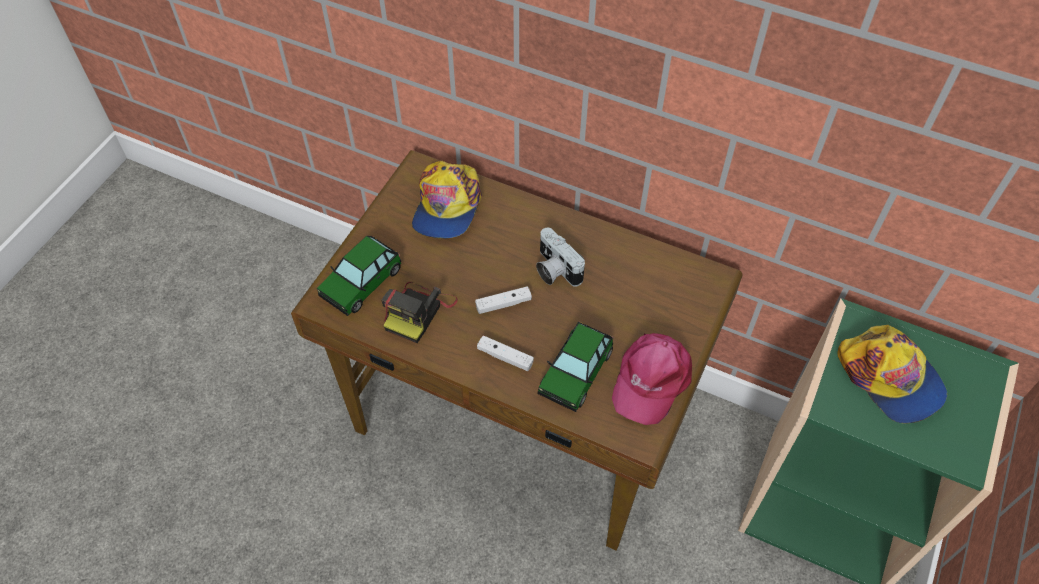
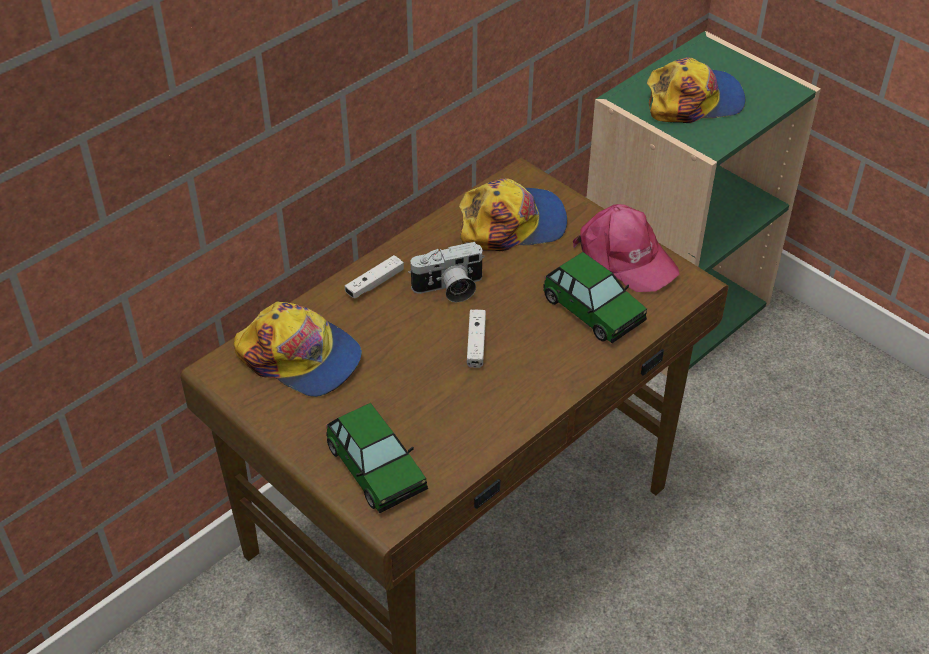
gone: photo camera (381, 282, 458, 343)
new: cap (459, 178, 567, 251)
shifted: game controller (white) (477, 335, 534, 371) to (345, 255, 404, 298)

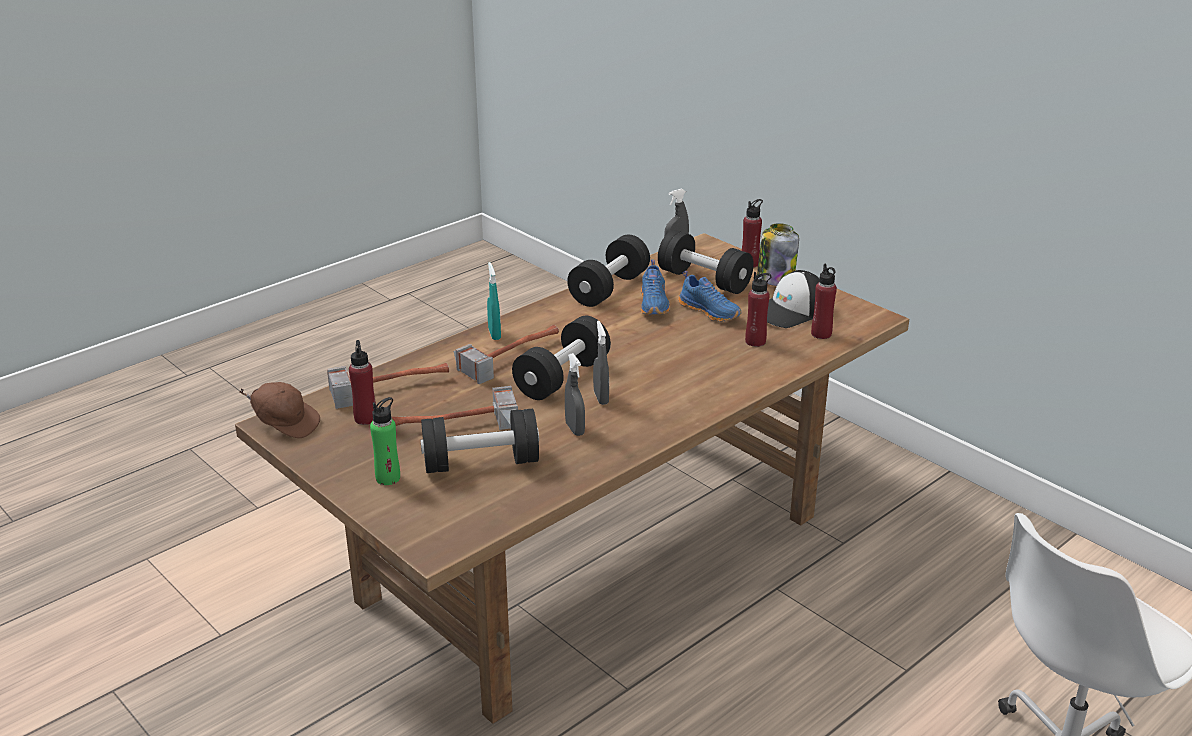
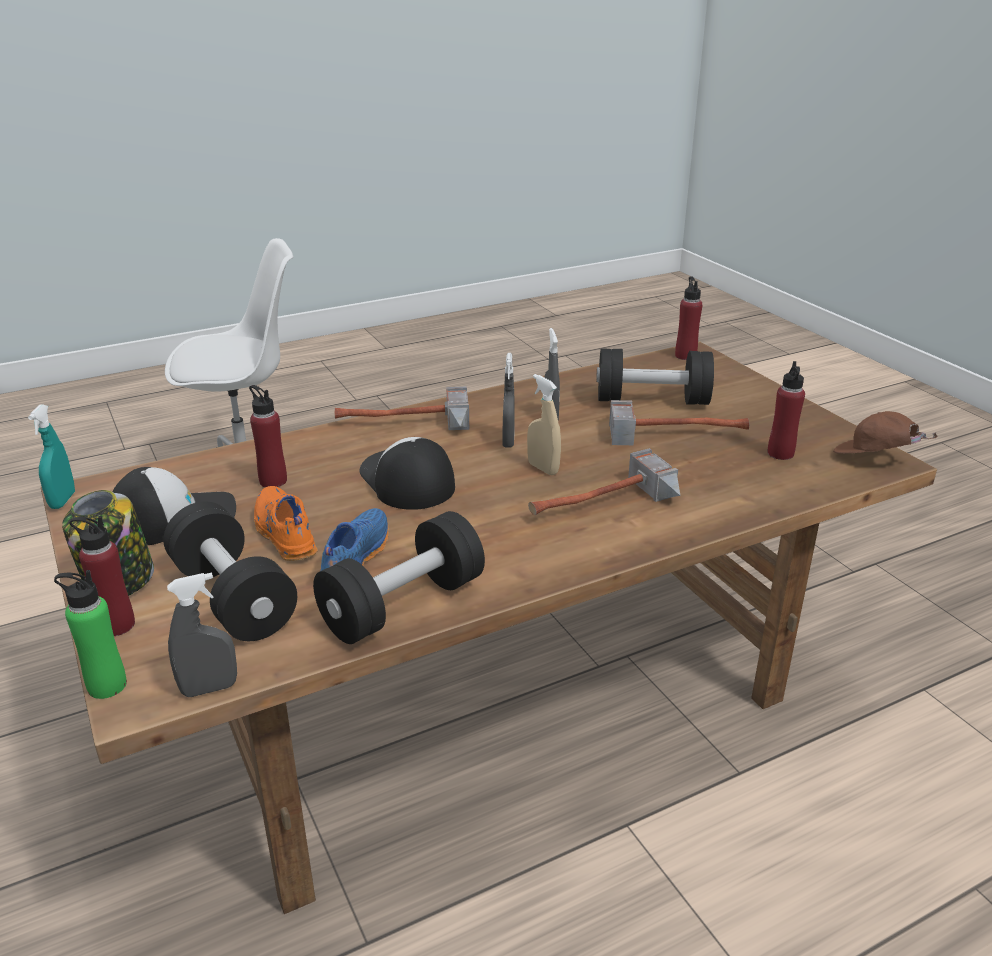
new: cap (359, 437, 455, 510)
shifted: hammer (327, 363, 449, 409) to (334, 386, 469, 430); bottle (green) (370, 397, 400, 485) to (54, 570, 127, 699); spray bottle (turquoise) (487, 262, 501, 340) to (28, 404, 75, 509); bottle (red) (811, 263, 837, 339) to (675, 276, 703, 360)
swapped: dumbbell (black) (512, 316, 611, 400) to spray bottle (beige) (527, 374, 561, 475)
repainted: shoe (blue) (678, 271, 742, 322) to shoe (orange) (254, 486, 317, 561)

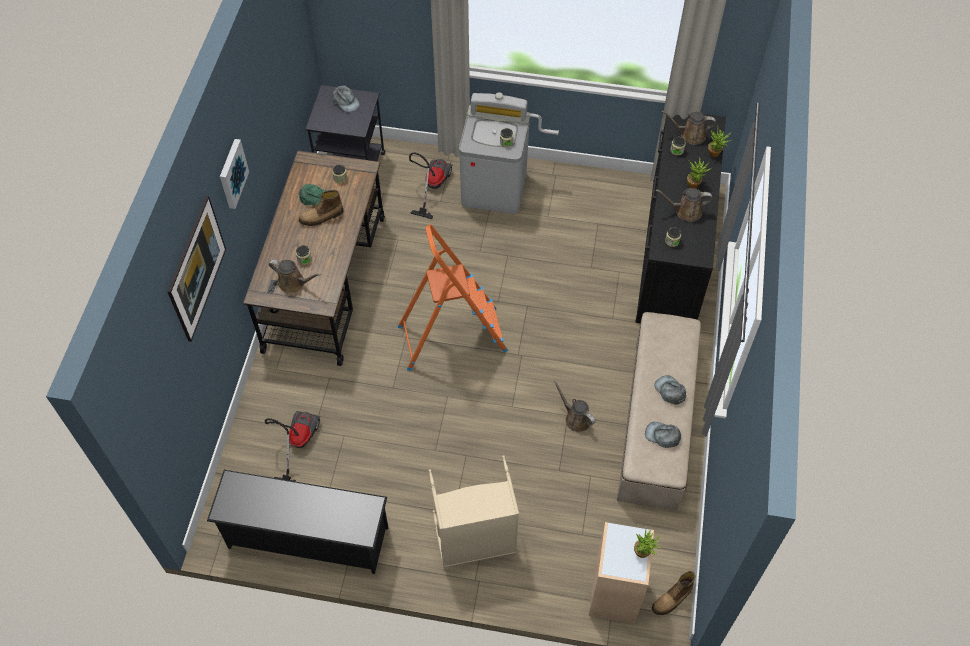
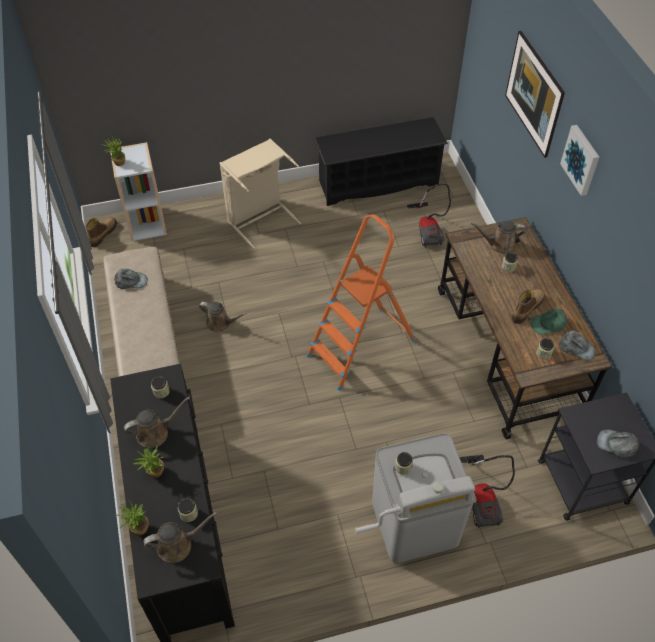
shifted: cap (grey) (654, 375, 686, 405) to (559, 330, 596, 361)

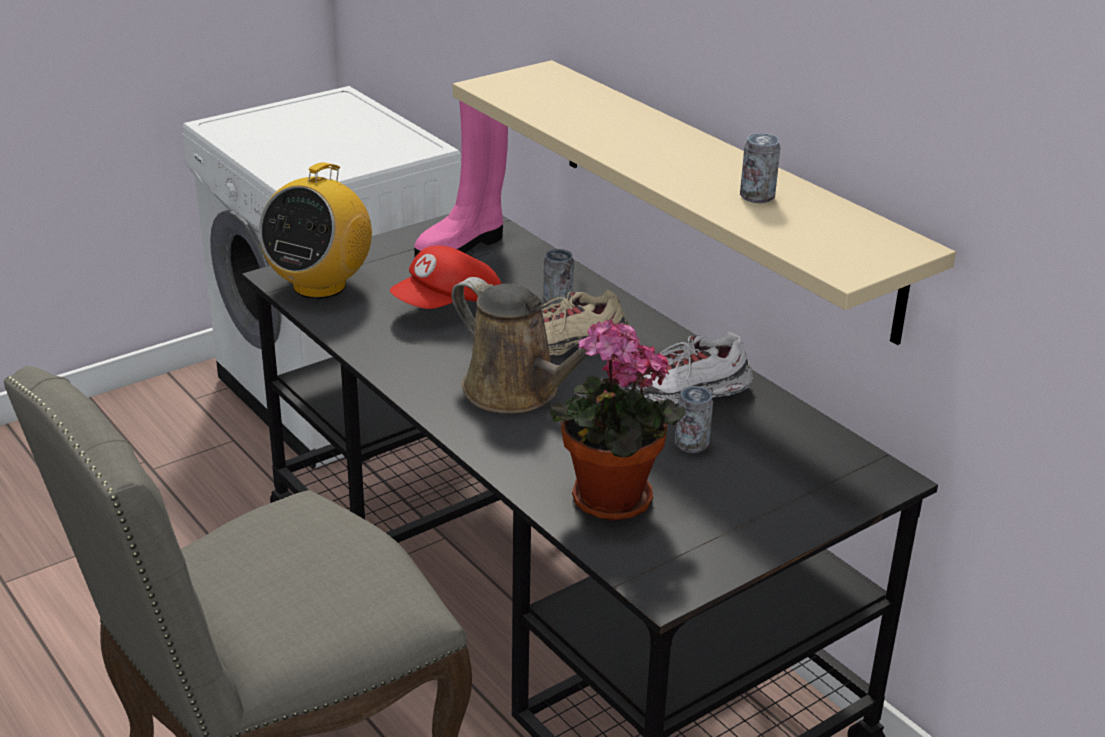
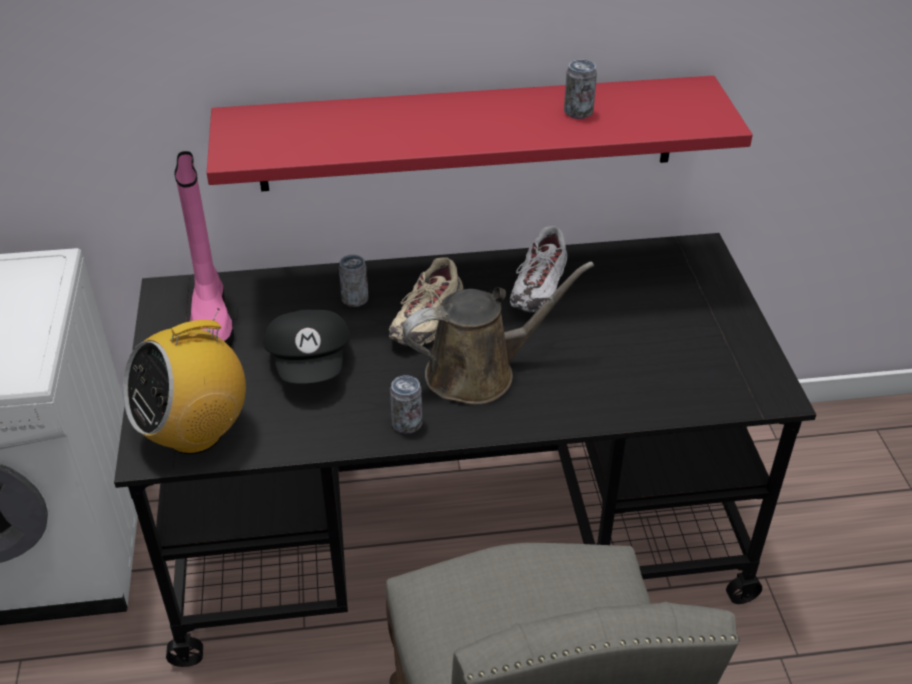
gone: potted plant (549, 319, 686, 521)
shifted: can (675, 386, 713, 453) to (390, 375, 422, 433)
repainted: cap (red) (390, 246, 502, 309) to cap (black) (264, 309, 350, 384); shelf (beige) (453, 60, 956, 345) to shelf (red) (207, 76, 753, 191)
rotated: radio (259, 162, 372, 299) = (123, 308, 246, 454) 90 degrees clockwise

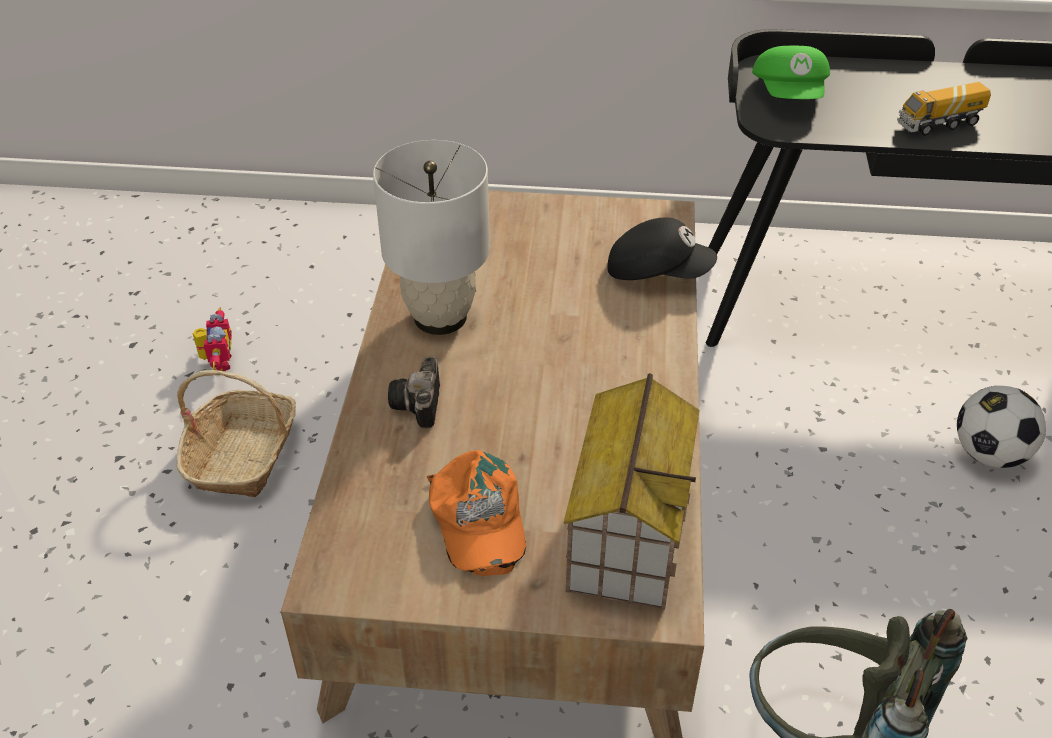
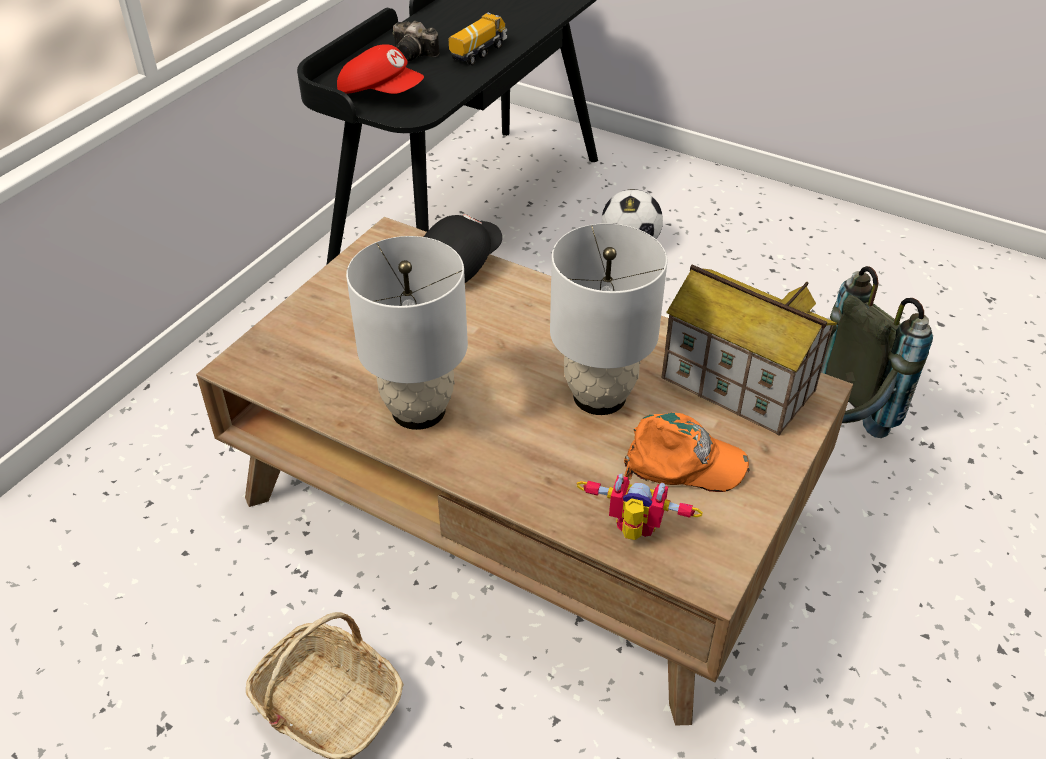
new: table lamp (white) (550, 223, 667, 415)
shifted: toy robot (193, 308, 232, 371) to (577, 473, 703, 540); photo camera (388, 357, 440, 428) to (392, 21, 440, 61)
repainted: cap (green) (752, 46, 830, 99) to cap (red) (337, 44, 424, 94)
rotated: toy truck (897, 82, 991, 136) = (449, 13, 507, 65) 150 degrees counterclockwise

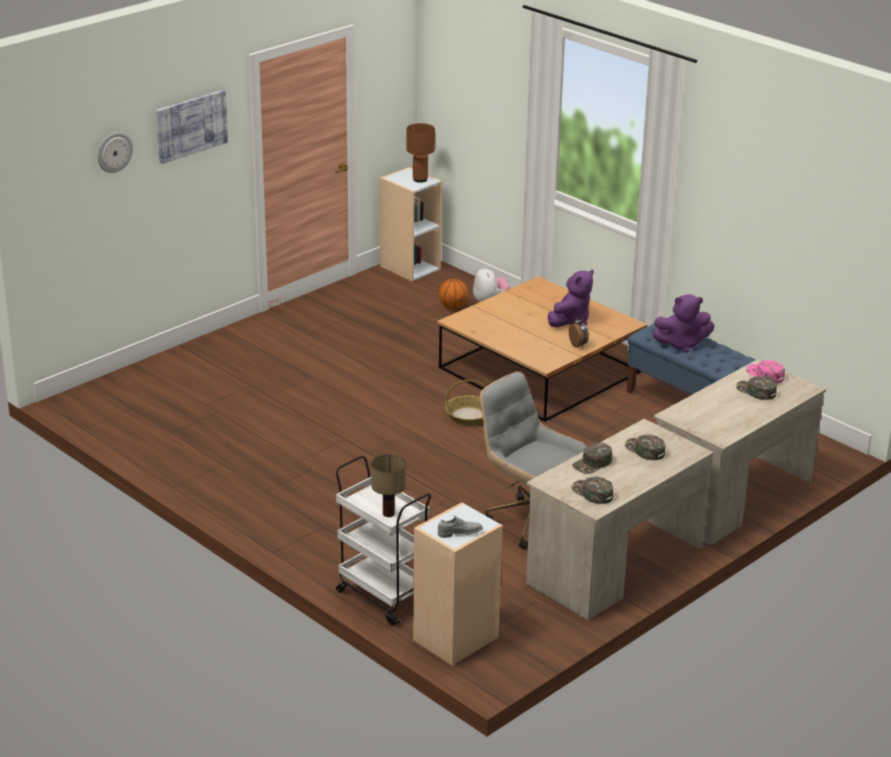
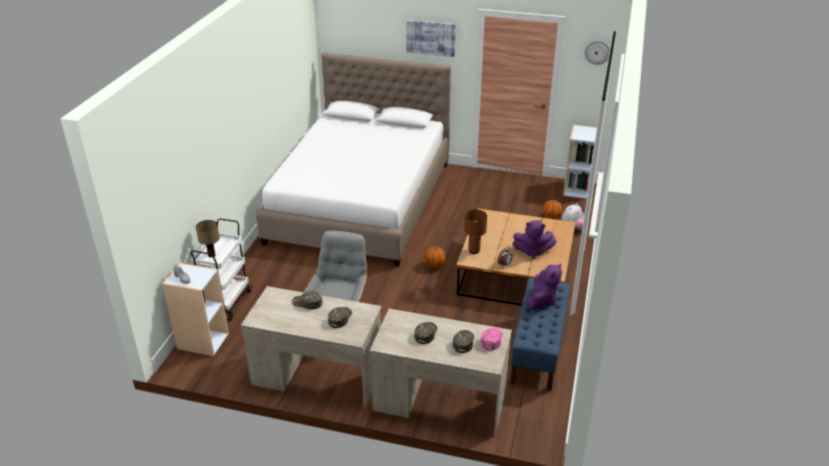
new: bed (white) (256, 52, 451, 267)
shifted: wall clock (97, 132, 133, 173) to (584, 40, 610, 65); table lamp (brown) (406, 123, 435, 183) to (464, 209, 487, 254); cap (green) (572, 477, 613, 504) to (414, 322, 437, 344)
swapped: basket (445, 380, 486, 425) to basketball (424, 246, 446, 268)
rotated: plush toy (purple) (652, 294, 715, 353) = (525, 263, 562, 310) 120 degrees counterclockwise

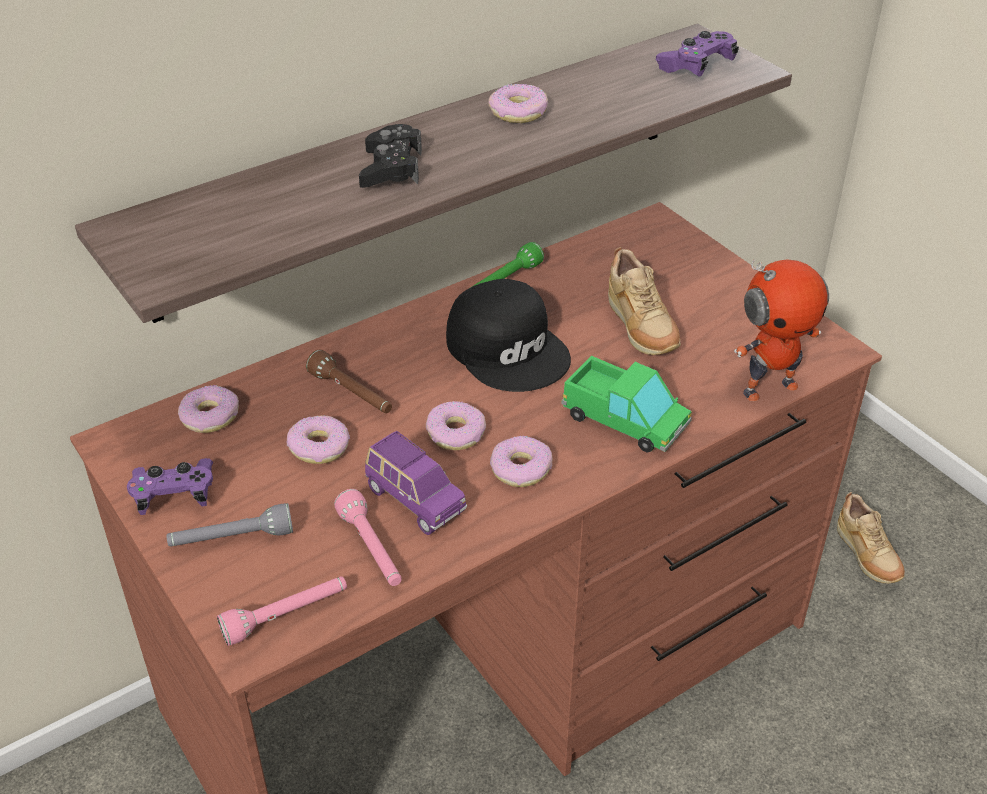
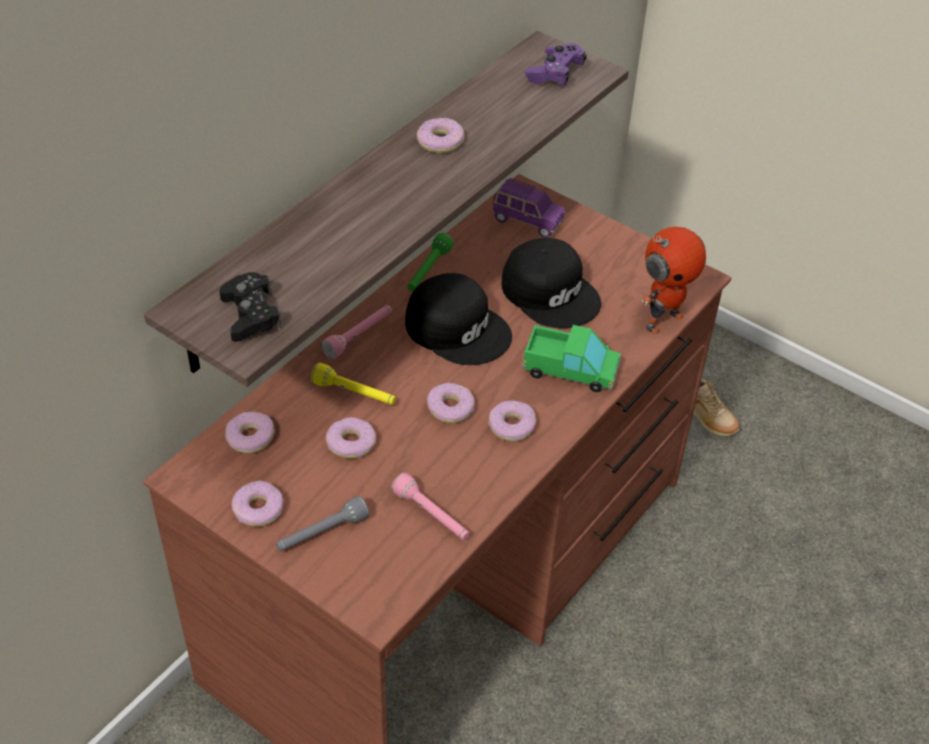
shifted: flashlight (pink) (217, 577, 347, 646) to (321, 305, 392, 359); game controller (black) (359, 124, 422, 188) to (219, 272, 282, 342); toy car (purple) (365, 431, 467, 535) to (493, 178, 565, 238)
swapped: game controller (purple) (127, 458, 213, 515) to donut (231, 480, 284, 527); shoe (beige) (608, 247, 681, 355) to cap (black) (502, 238, 601, 328)
repainted: flashlight (brown) (306, 349, 392, 413) to flashlight (yellow) (311, 363, 396, 405)

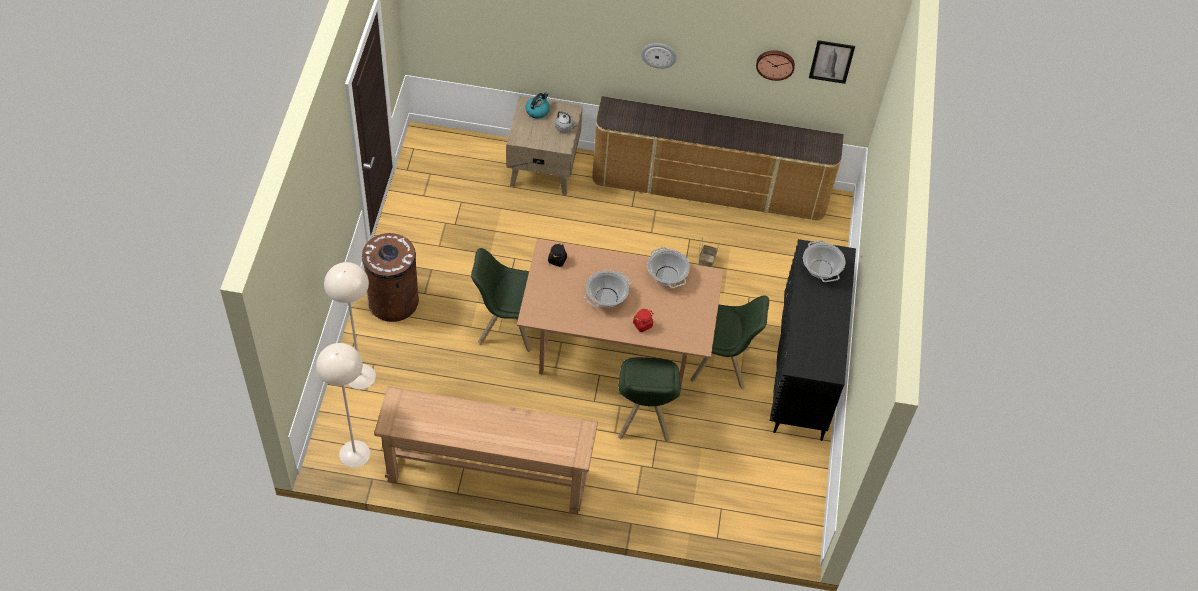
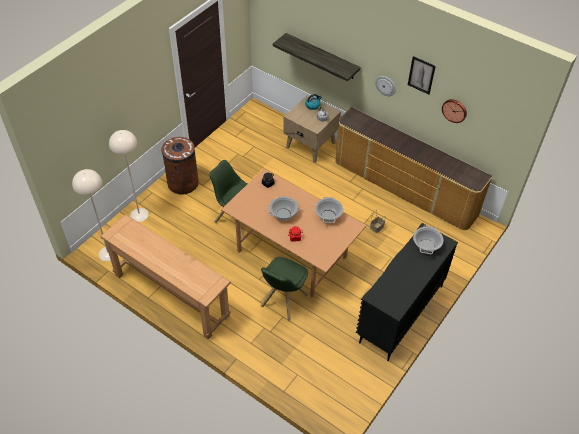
gone: chair (green) (690, 295, 769, 389)
new: shelf (273, 33, 360, 82)
shifted: picture (809, 40, 855, 84) to (408, 56, 436, 95)

